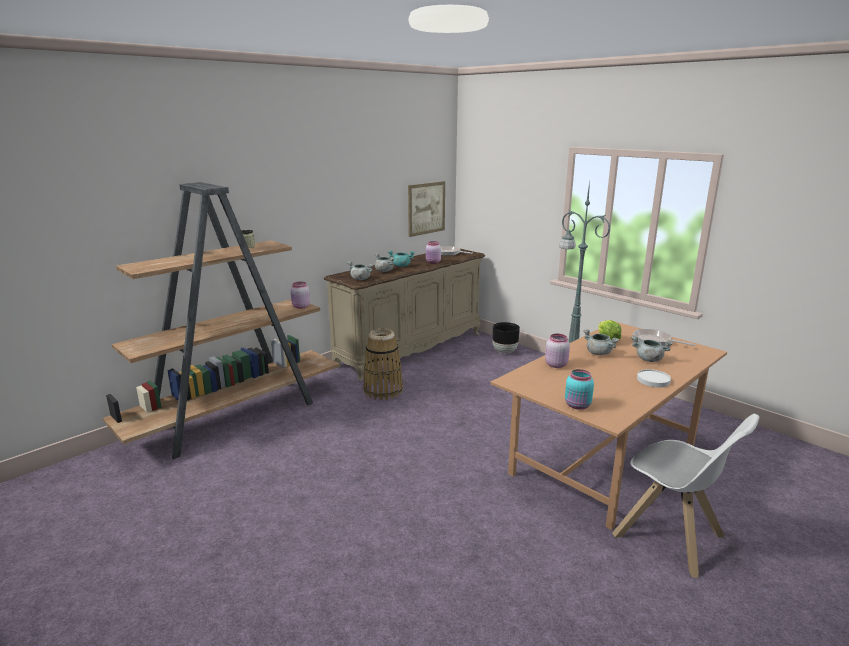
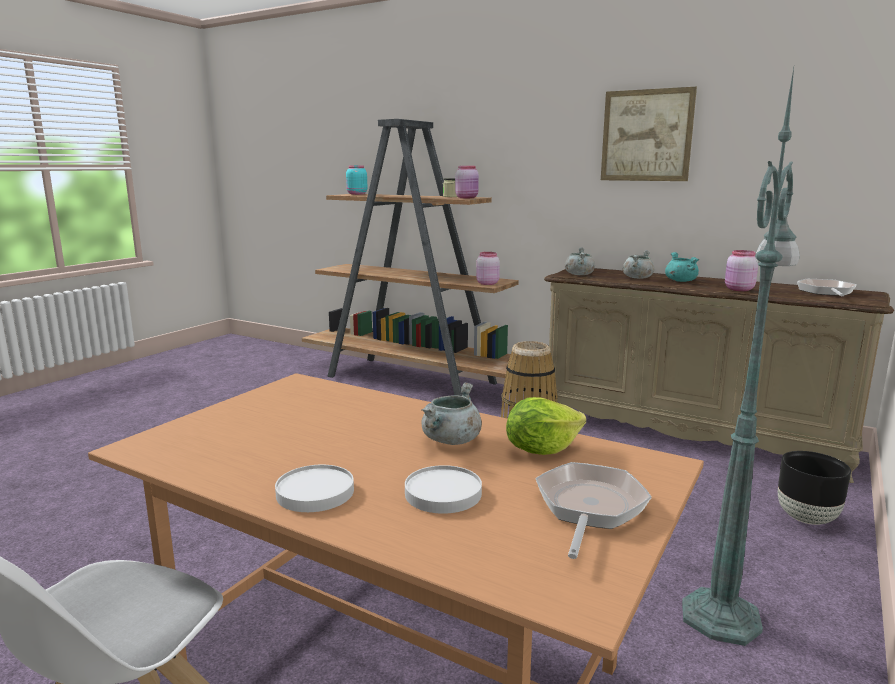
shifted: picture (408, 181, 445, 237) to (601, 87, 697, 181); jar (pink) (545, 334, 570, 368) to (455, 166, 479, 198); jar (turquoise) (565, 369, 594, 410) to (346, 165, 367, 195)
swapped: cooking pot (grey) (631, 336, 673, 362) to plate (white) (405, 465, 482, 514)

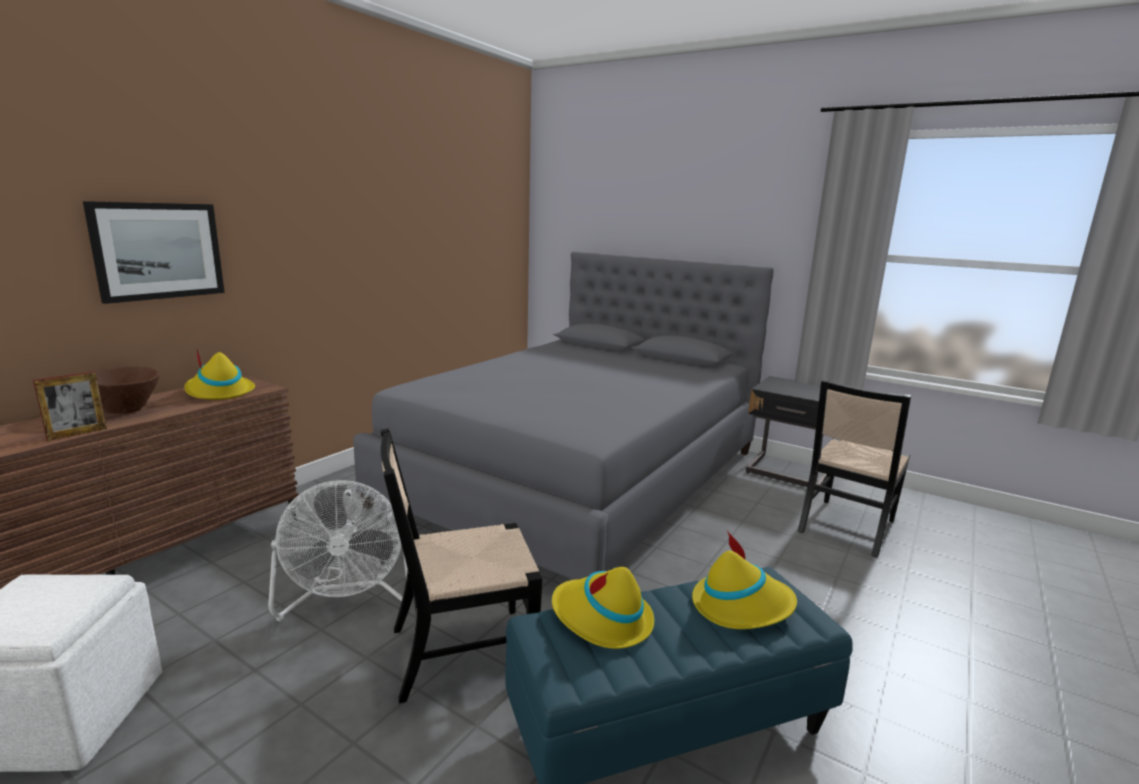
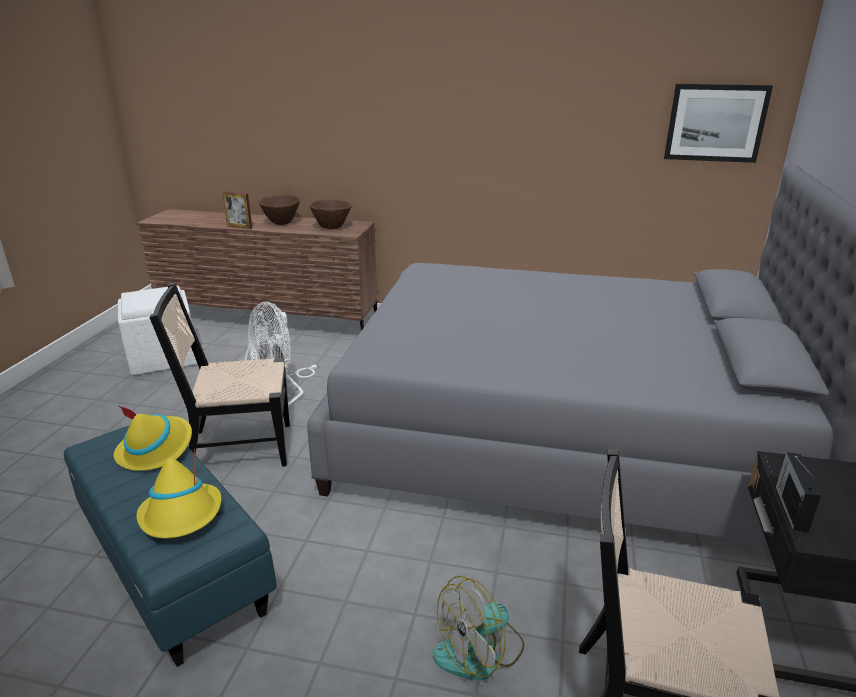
new: fan (433, 576, 524, 680); radio (776, 452, 821, 532)
shifted: picture (83, 201, 225, 304) to (664, 84, 773, 163)
swapped: hat (yellow) (184, 349, 255, 400) to bowl (brown) (309, 200, 352, 229)
rotated: chair (381, 428, 542, 703) = (149, 283, 290, 467) 60 degrees counterclockwise

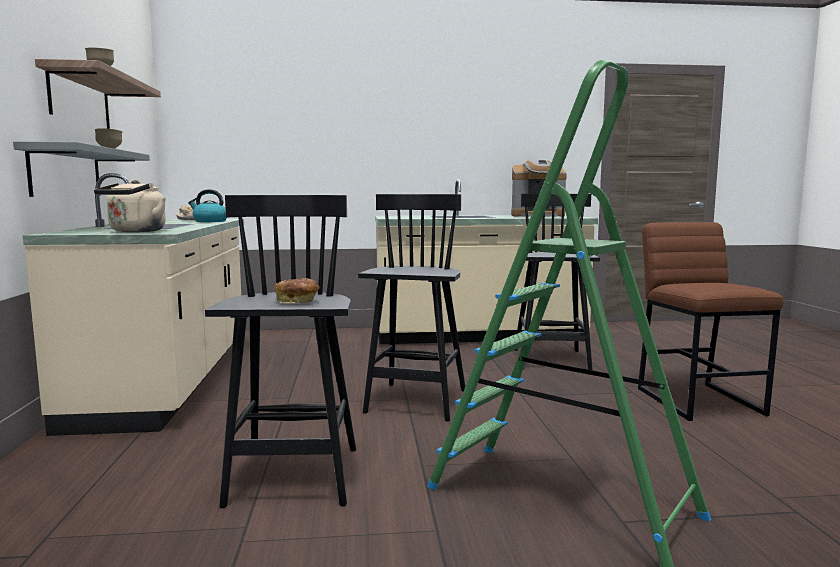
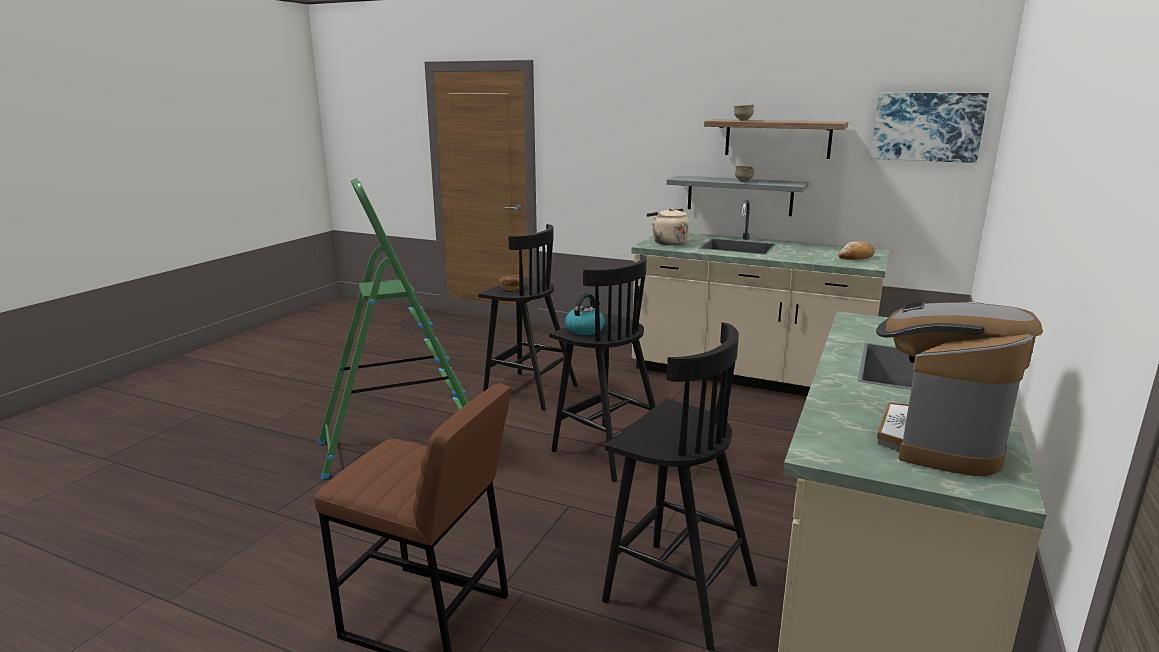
new: picture (870, 93, 989, 163)
shifted: kettle (188, 189, 227, 222) to (565, 293, 605, 335)

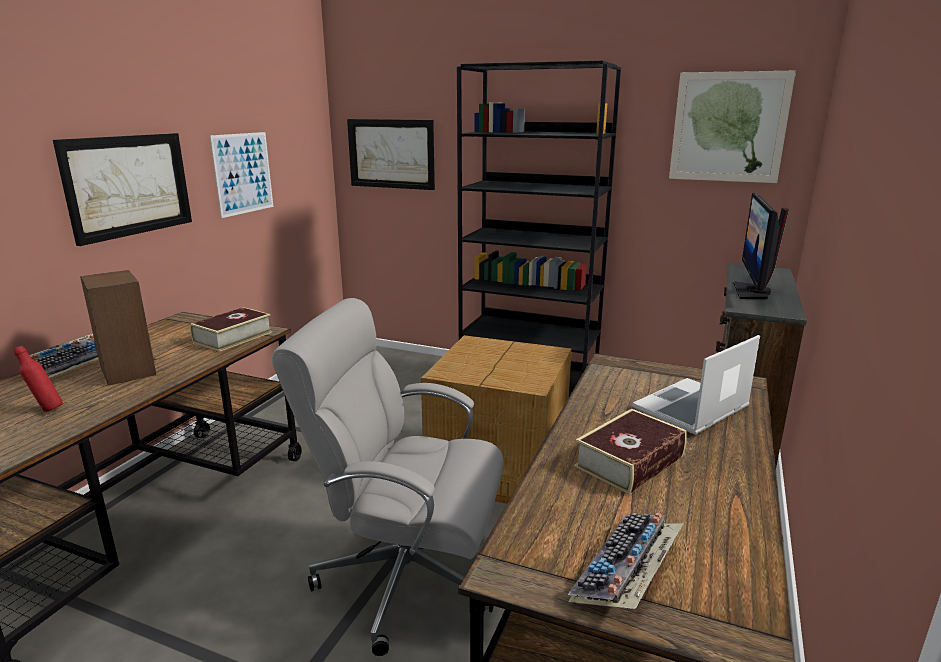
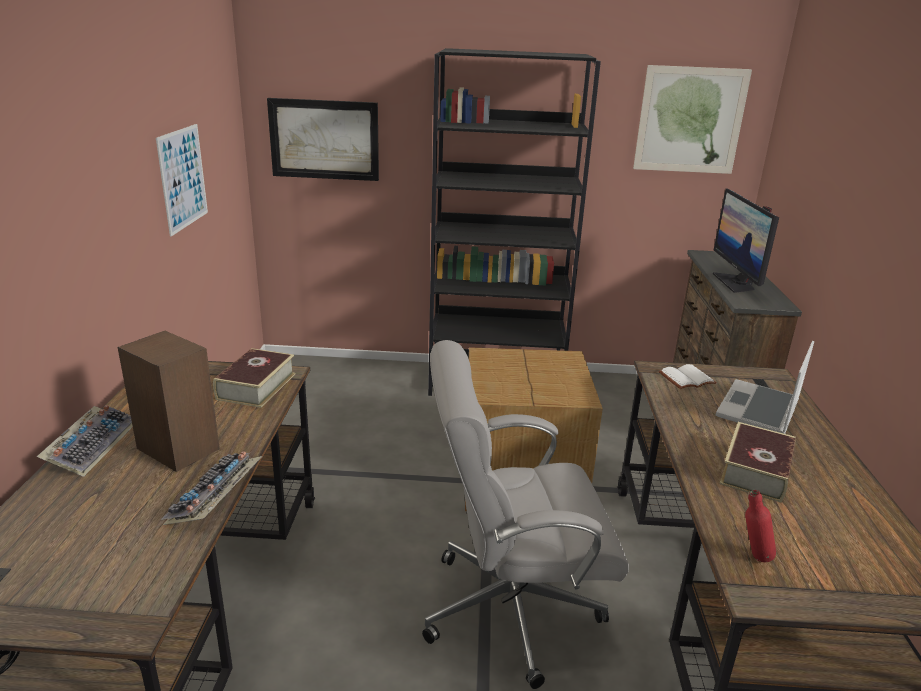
gone: picture (53, 133, 192, 246)
new: book (white) (659, 364, 716, 389)
shifted: bottle (red) (13, 346, 63, 412) to (745, 490, 776, 562); keyboard (568, 513, 683, 609) to (161, 451, 262, 525)

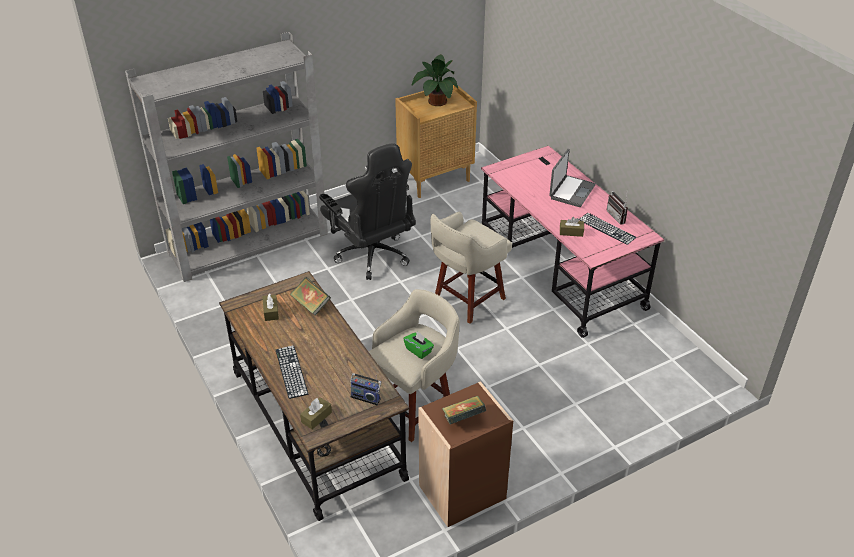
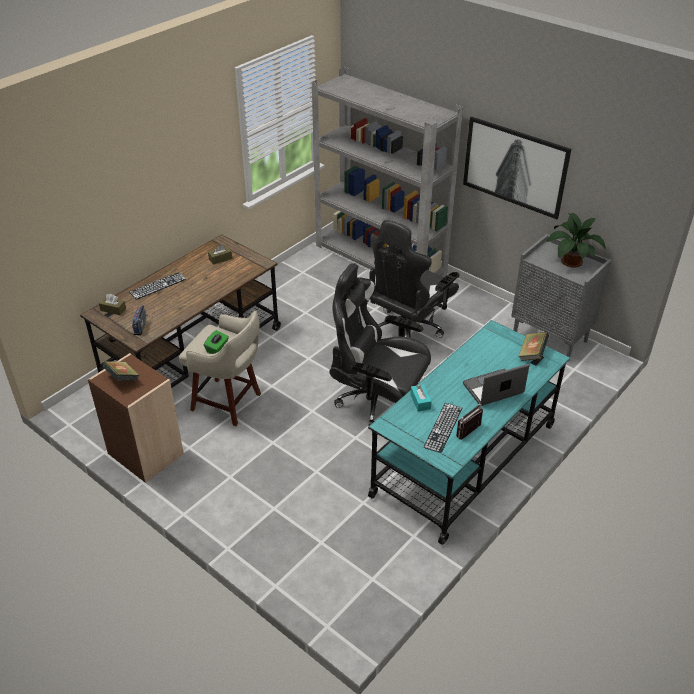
new: picture (463, 116, 571, 219)
shifted: book (290, 277, 331, 316) to (518, 332, 549, 361)
swapped: stool (beige) (431, 212, 512, 324) to office chair (black) (329, 263, 431, 427)
repainted: cabinet (brown) (395, 85, 477, 198) to cabinet (grey) (511, 234, 612, 357); desk (pink) (481, 146, 664, 338) to desk (turquoise) (368, 320, 570, 545); tissue box (brown) (560, 217, 584, 237) to tissue box (turquoise) (410, 384, 432, 411)
rotated: laptop (549, 149, 596, 207) = (463, 364, 529, 406) 150 degrees clockwise

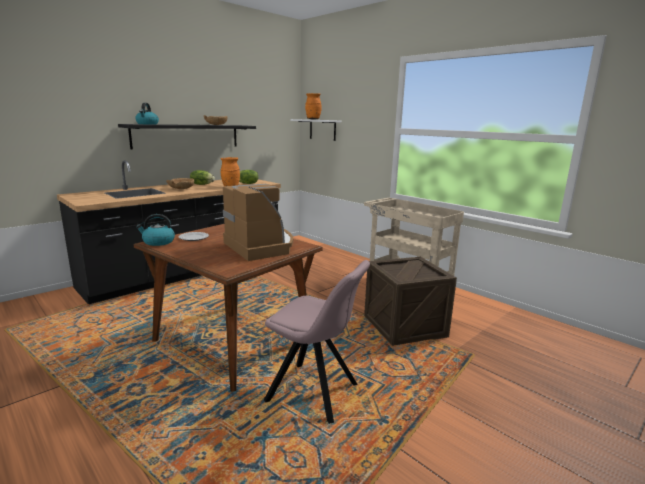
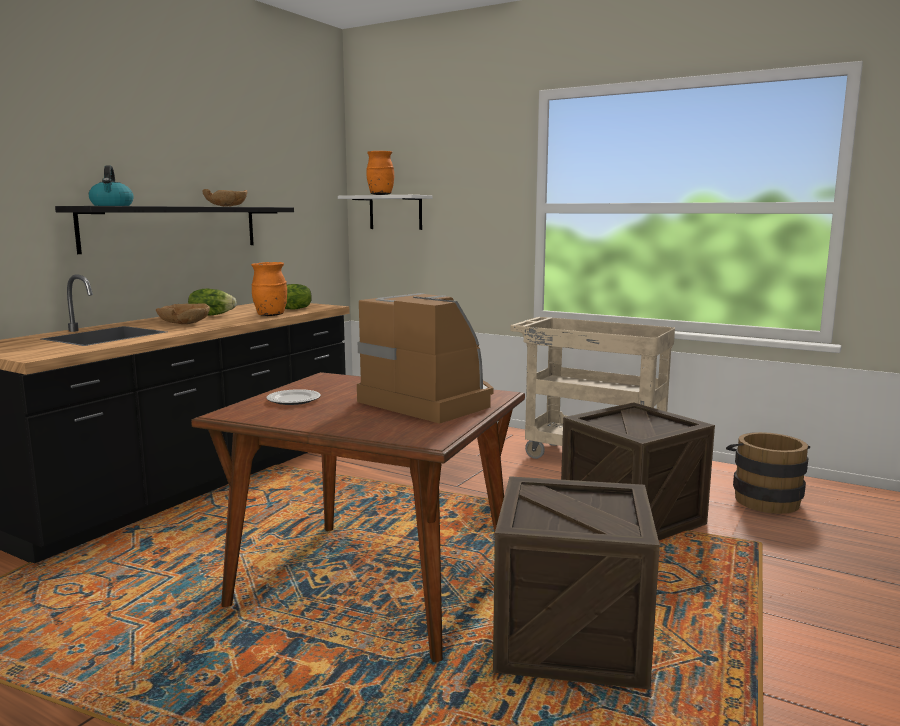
gone: kettle (136, 214, 175, 246)
new: bucket (brown) (726, 432, 810, 514)
swapped: chair (pink) (264, 260, 370, 424) to crate (493, 476, 660, 690)

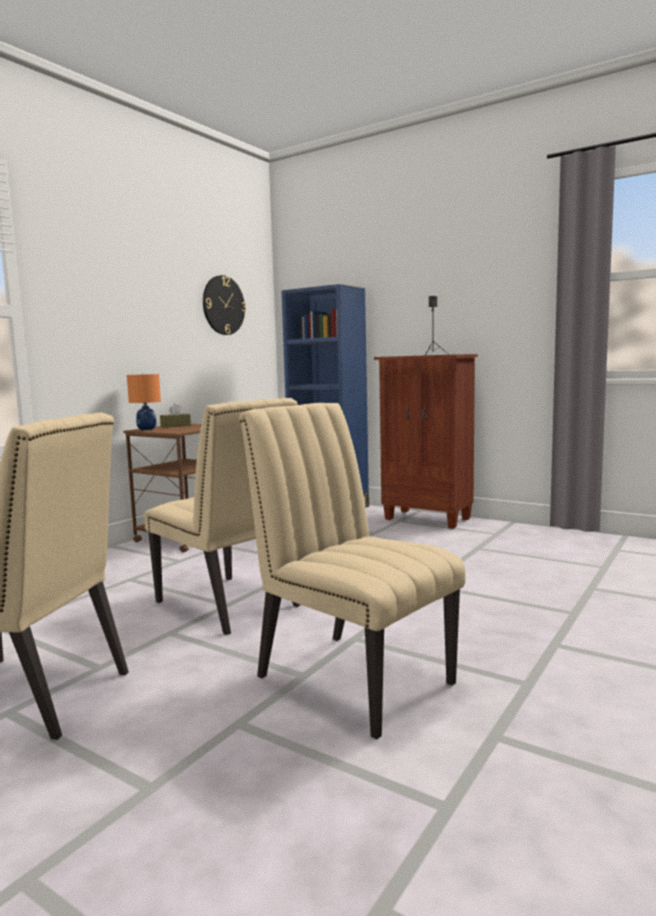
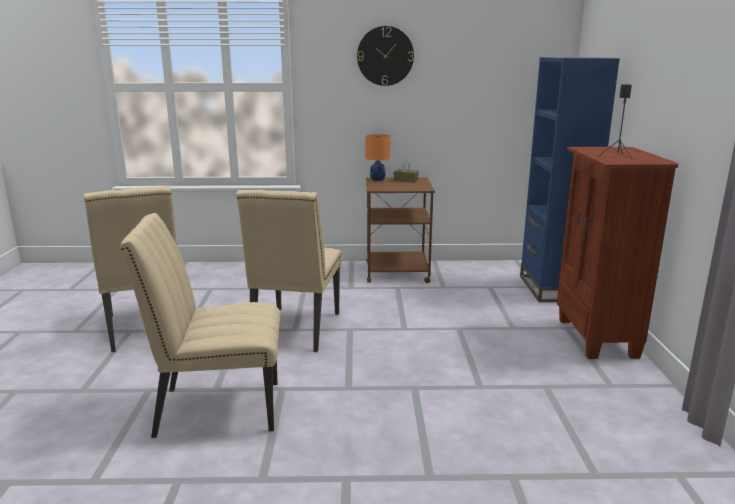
shifted: wall clock (203, 275, 246, 335) to (357, 26, 414, 86)
rotated: chair (beige) (239, 403, 466, 739) = (120, 213, 281, 438) 105 degrees counterclockwise

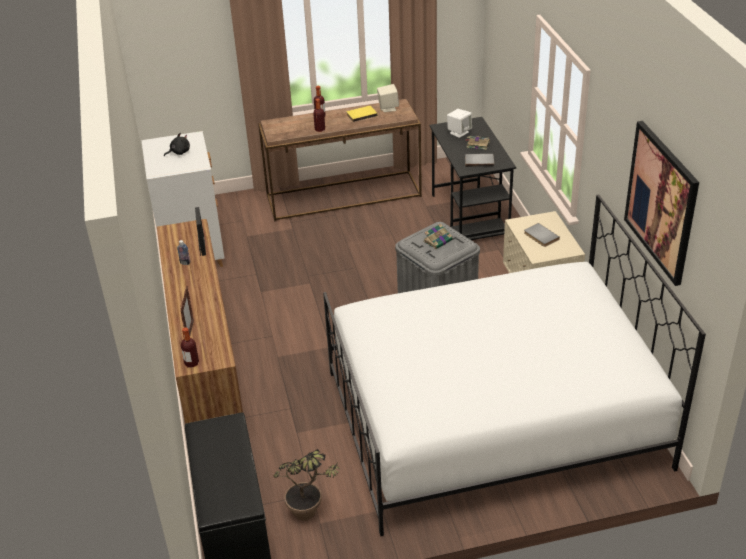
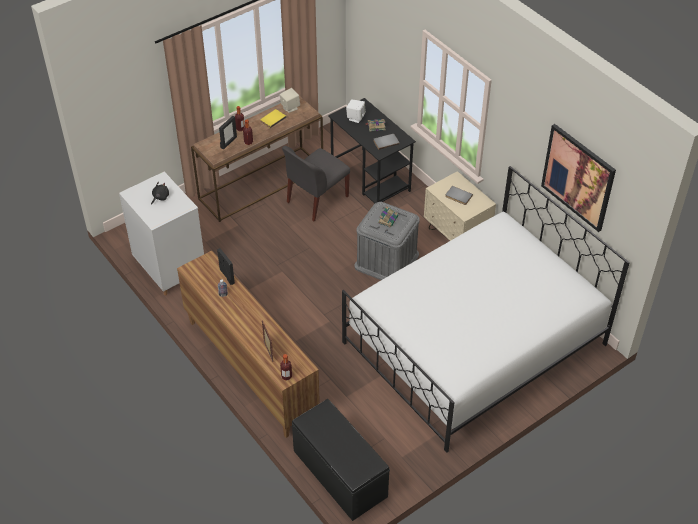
gone: potted plant (273, 449, 341, 521)
new: picture frame (219, 116, 237, 149); chair (grey) (282, 146, 350, 221)

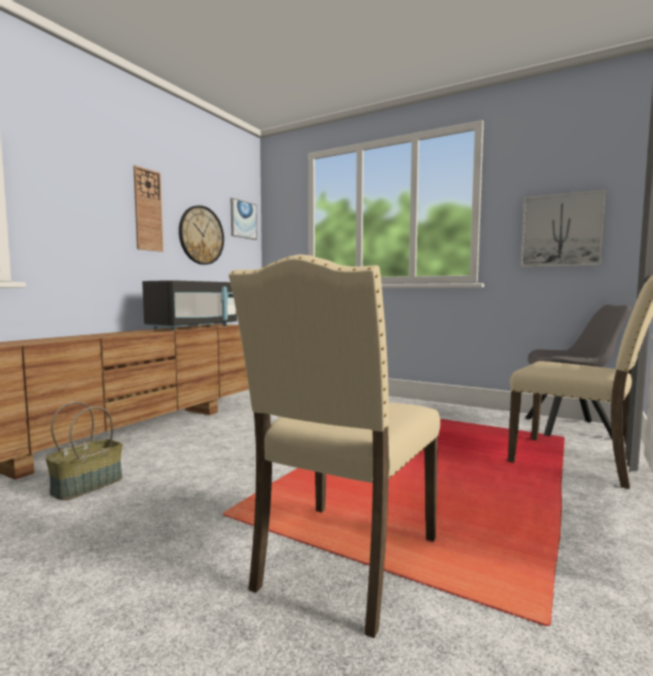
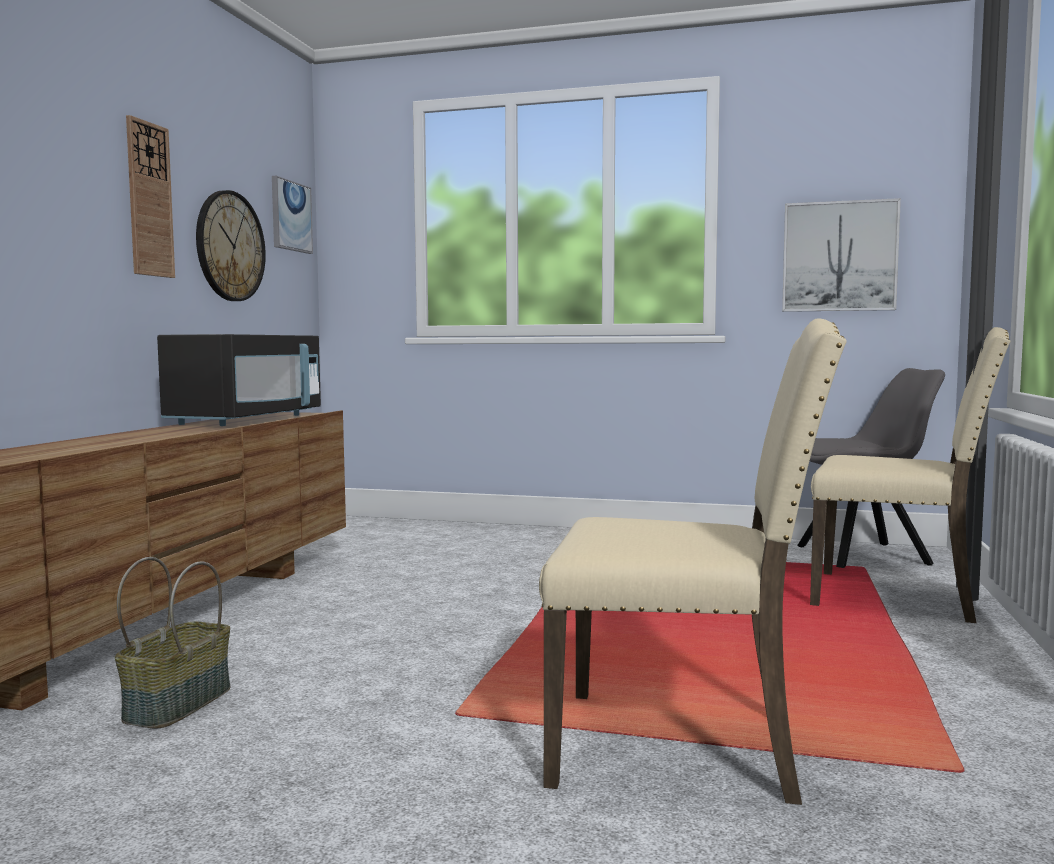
rotated: chair (beige) (229, 254, 440, 638) = (539, 318, 847, 805) 90 degrees counterclockwise

